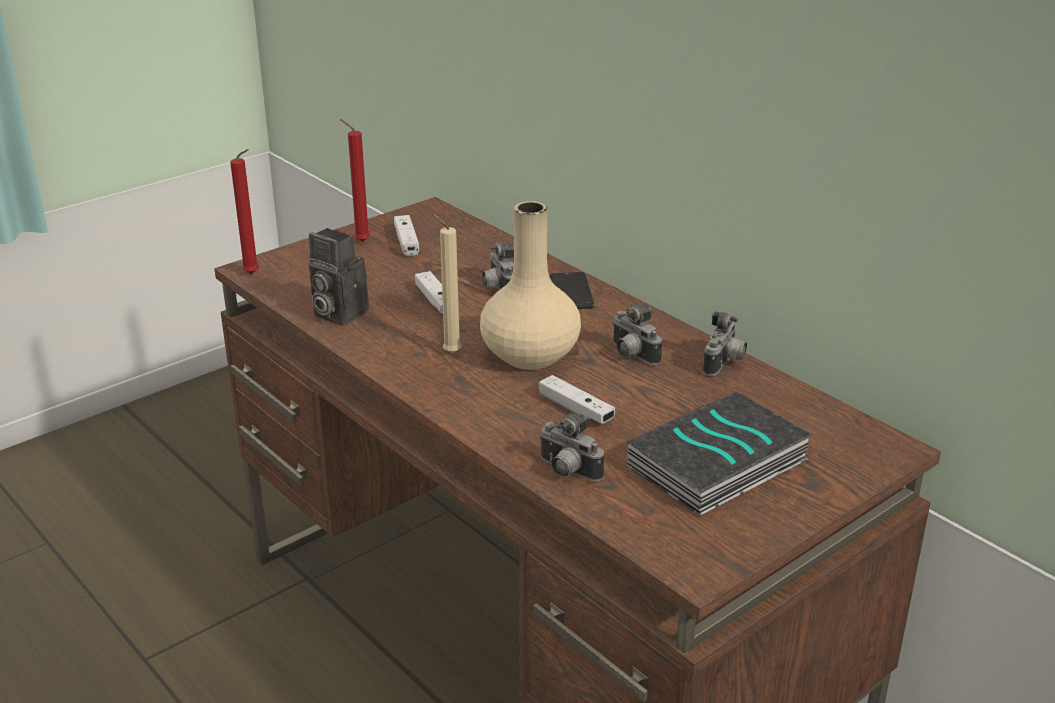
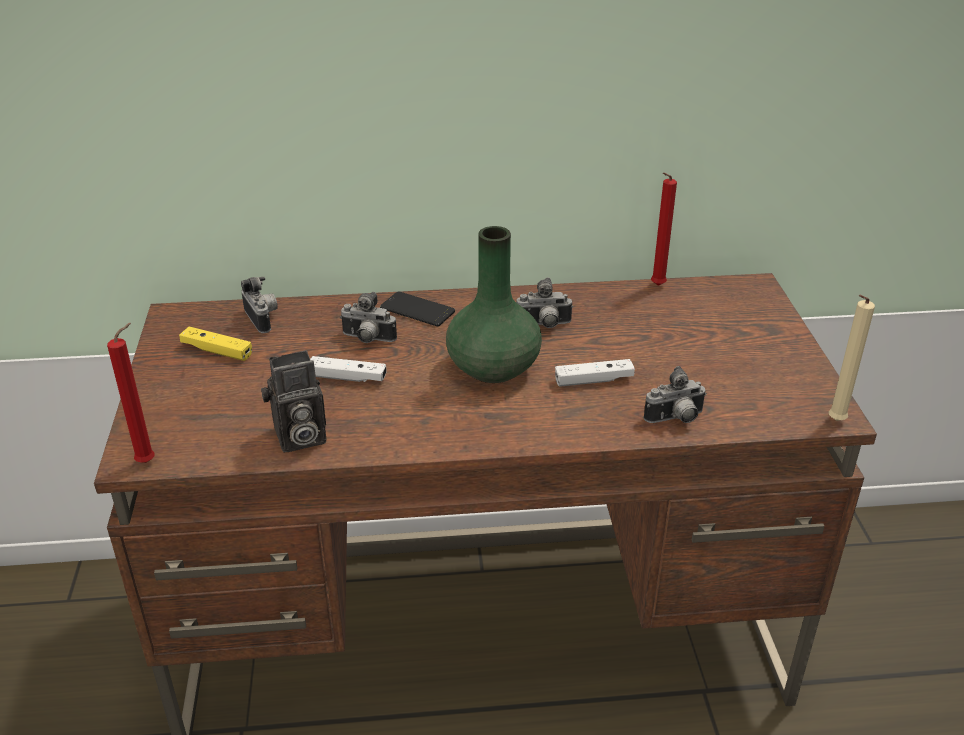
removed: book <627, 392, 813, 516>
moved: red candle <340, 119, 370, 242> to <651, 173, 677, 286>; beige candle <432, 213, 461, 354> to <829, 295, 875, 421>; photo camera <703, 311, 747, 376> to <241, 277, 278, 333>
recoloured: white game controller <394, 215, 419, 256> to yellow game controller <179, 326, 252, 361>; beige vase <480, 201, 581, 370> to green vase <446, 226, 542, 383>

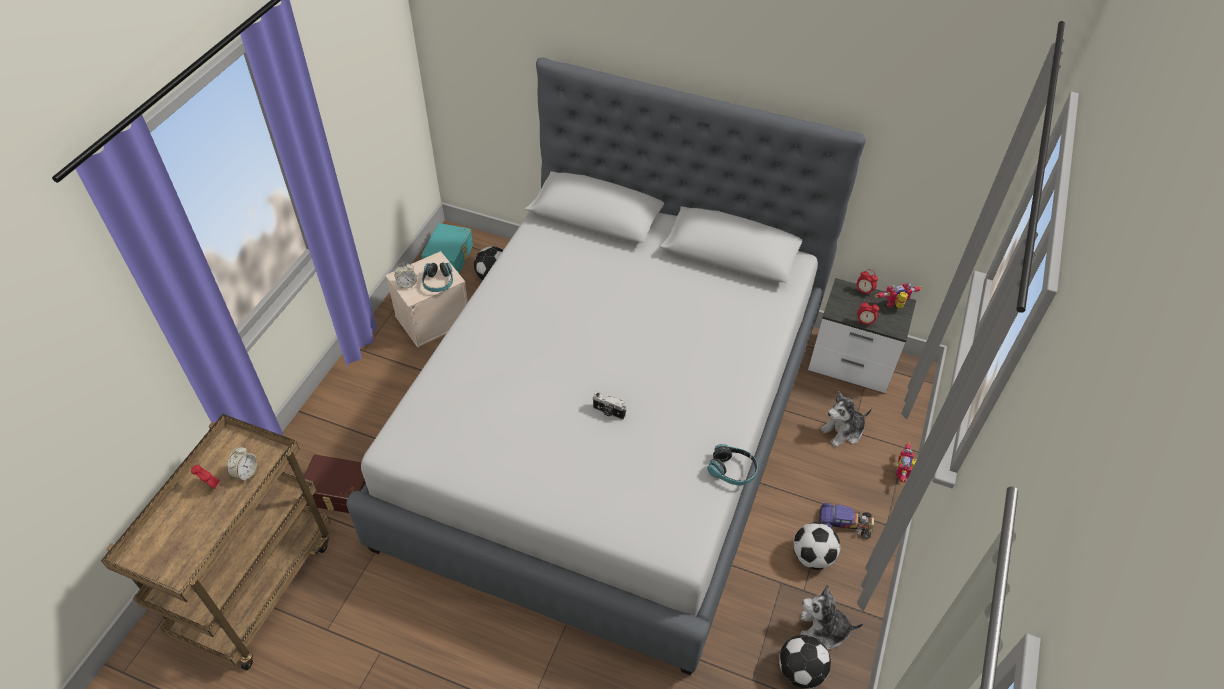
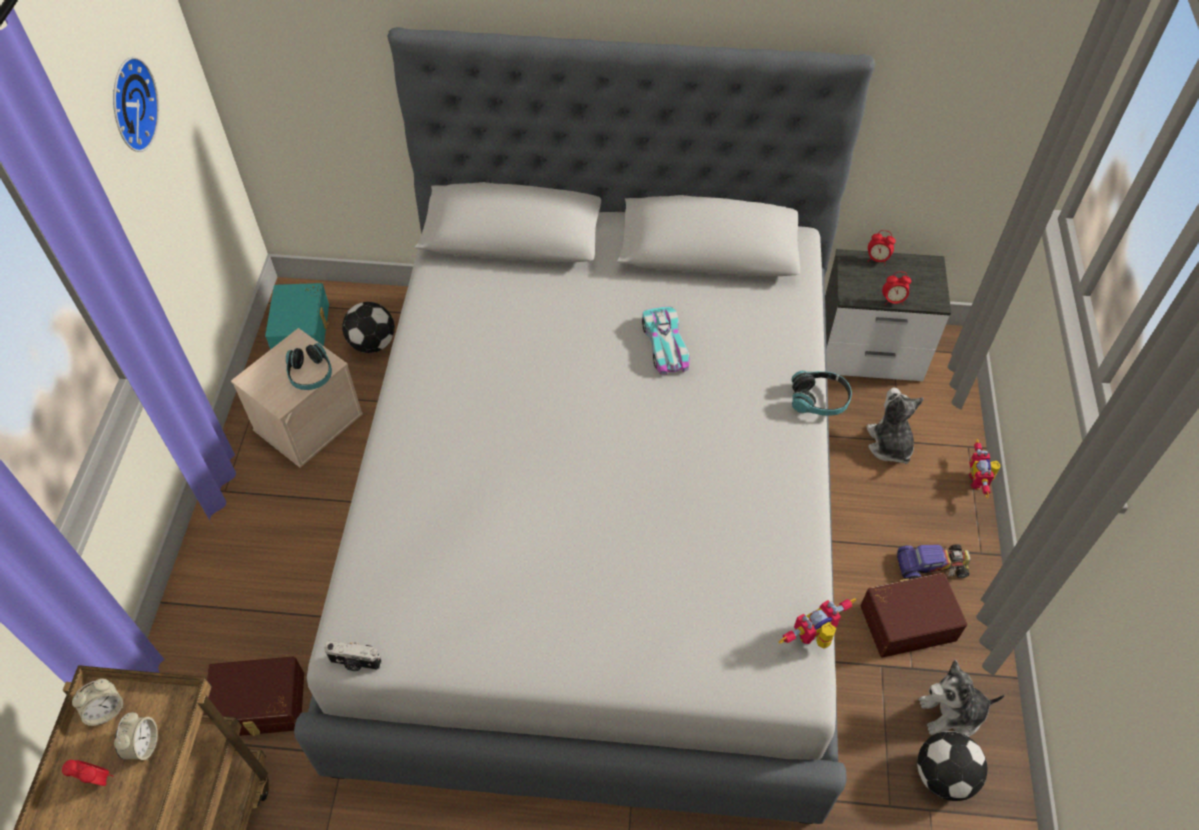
added: wall clock <113, 57, 159, 152>; toy car <642, 307, 690, 375>
moved: alarm clock <395, 263, 417, 289> to <72, 679, 123, 726>; photo camera <593, 392, 627, 420> to <324, 641, 382, 671>; headphones <707, 444, 758, 485> to <792, 371, 852, 416>; toy robot <874, 282, 923, 309> to <778, 598, 857, 649>
replaced: football <793, 522, 840, 570> to brown storage box <860, 573, 967, 657>
turned: plush toy <820, 391, 872, 447> = <866, 388, 924, 464> 120 degrees clockwise

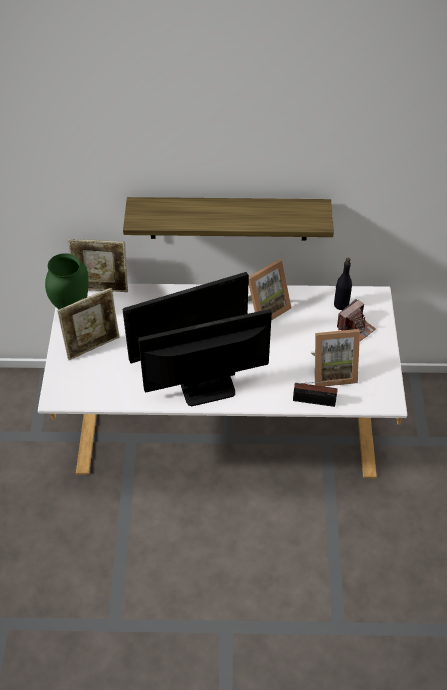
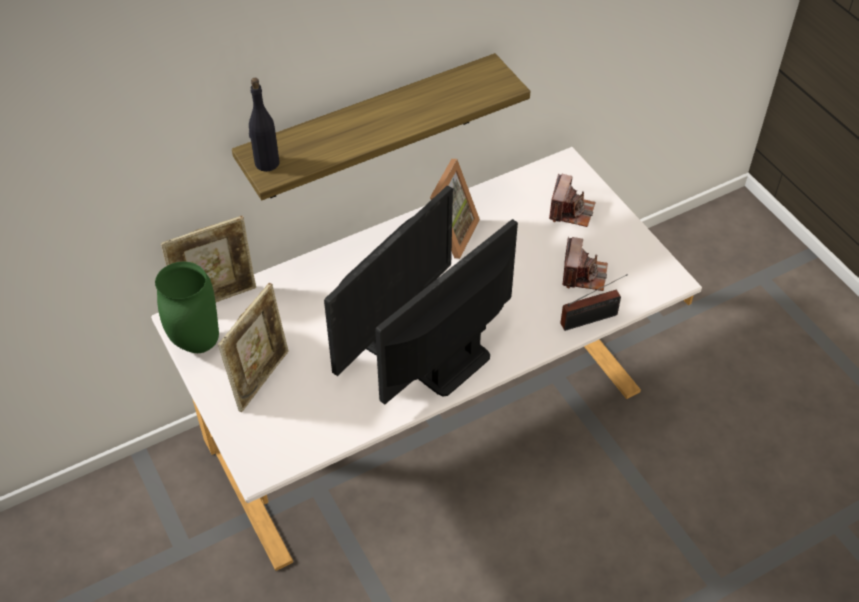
moved: black bottle <334, 258, 352, 310> to <249, 78, 280, 172>
replaced: picture frame <311, 329, 360, 387> to photo camera <562, 237, 608, 291>

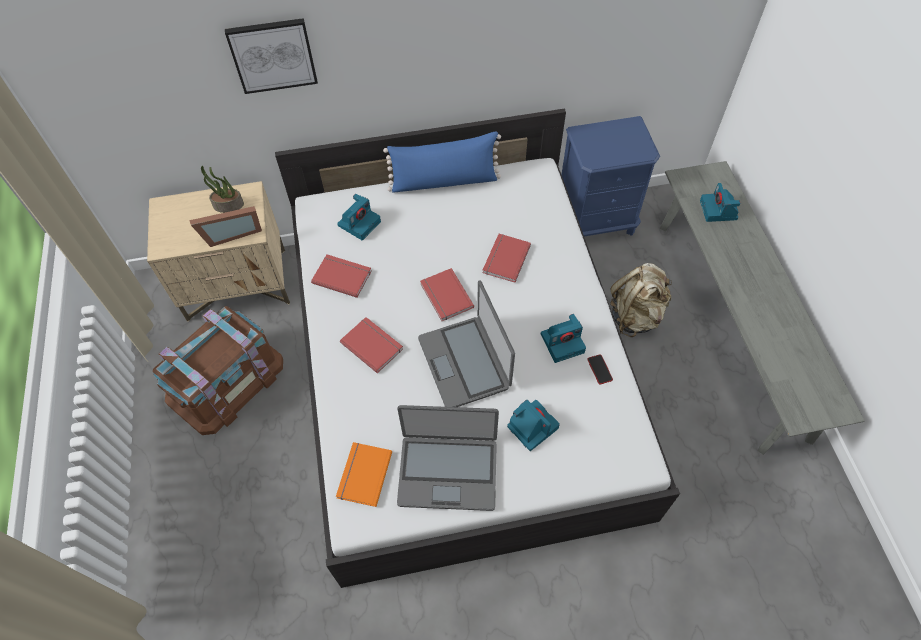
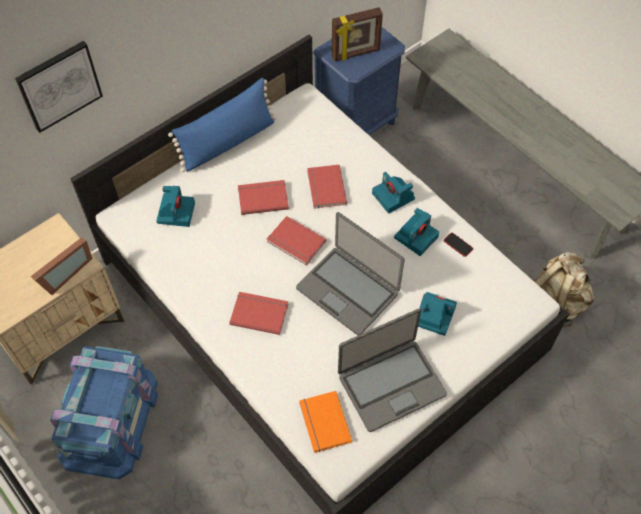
removed: potted plant <201, 166, 244, 213>
added: picture frame <332, 7, 383, 61>
moved: red book <311, 254, 371, 298> to <238, 180, 289, 215>; beige backpack <610, 263, 672, 337> to <534, 252, 594, 327>; photo camera <700, 183, 741, 222> to <372, 172, 415, 213>
recoloured: brown storage box <153, 306, 283, 435> to blue storage box <50, 346, 158, 479>

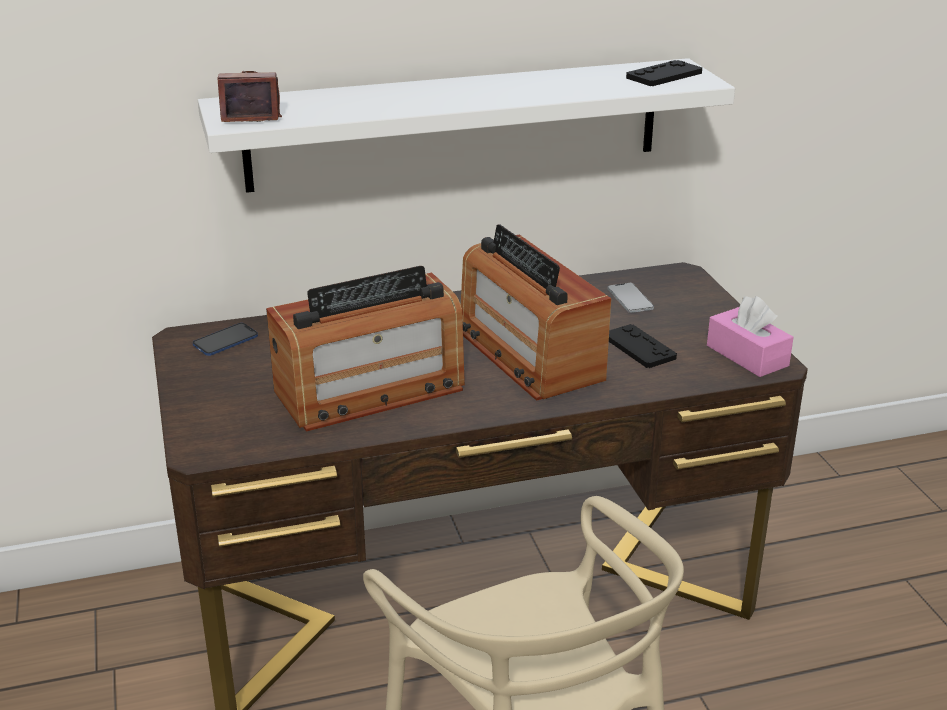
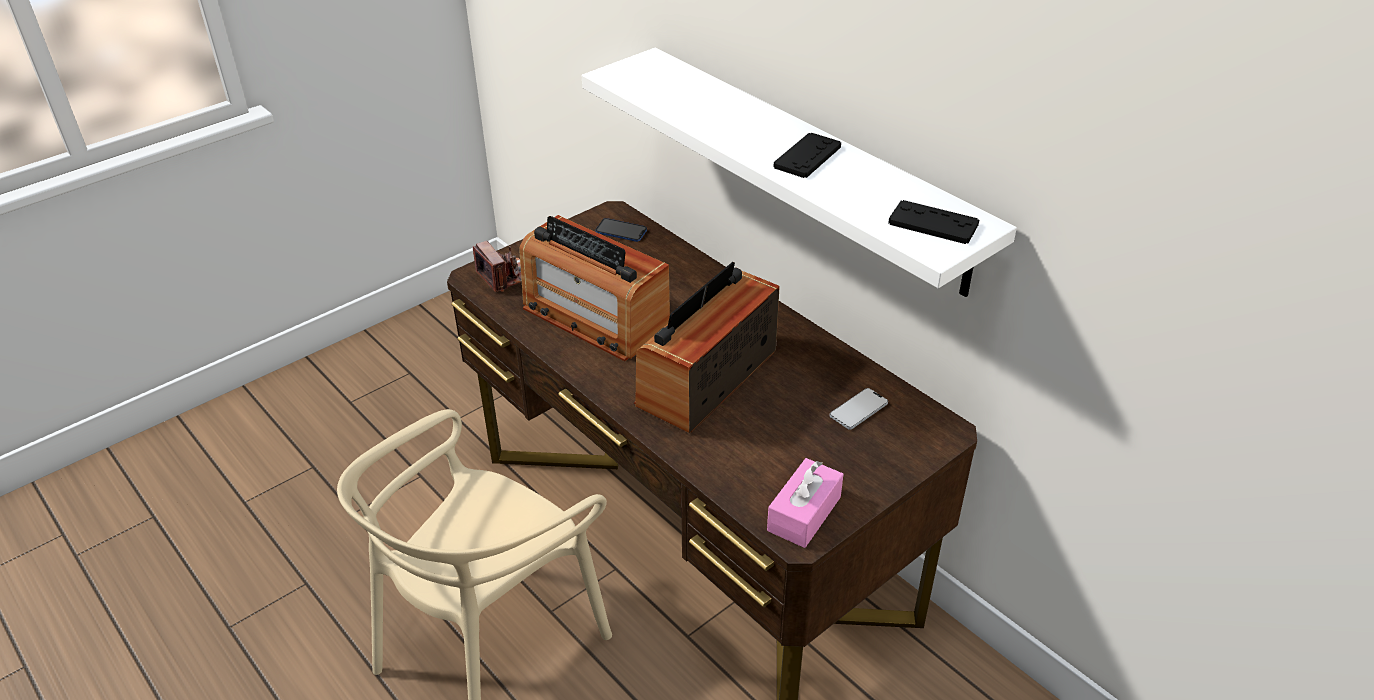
moved: photo camera <218, 71, 282, 122> to <473, 241, 522, 292>; black game controller <609, 324, 677, 368> to <773, 133, 841, 178>

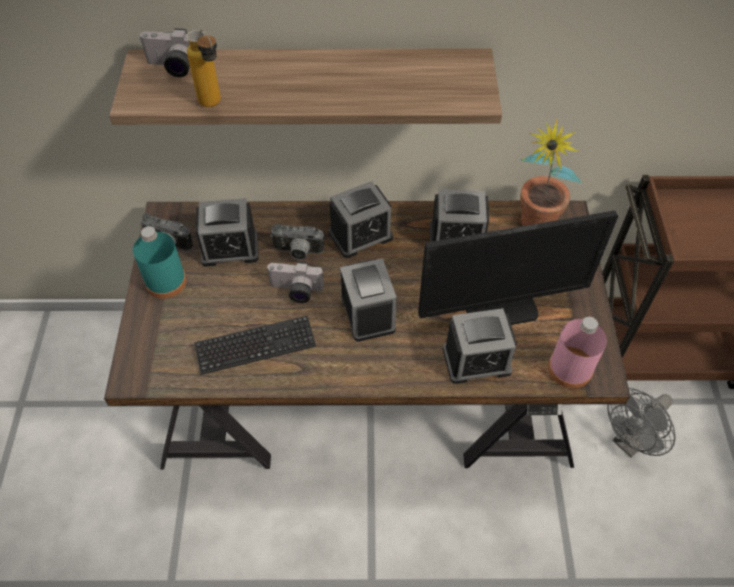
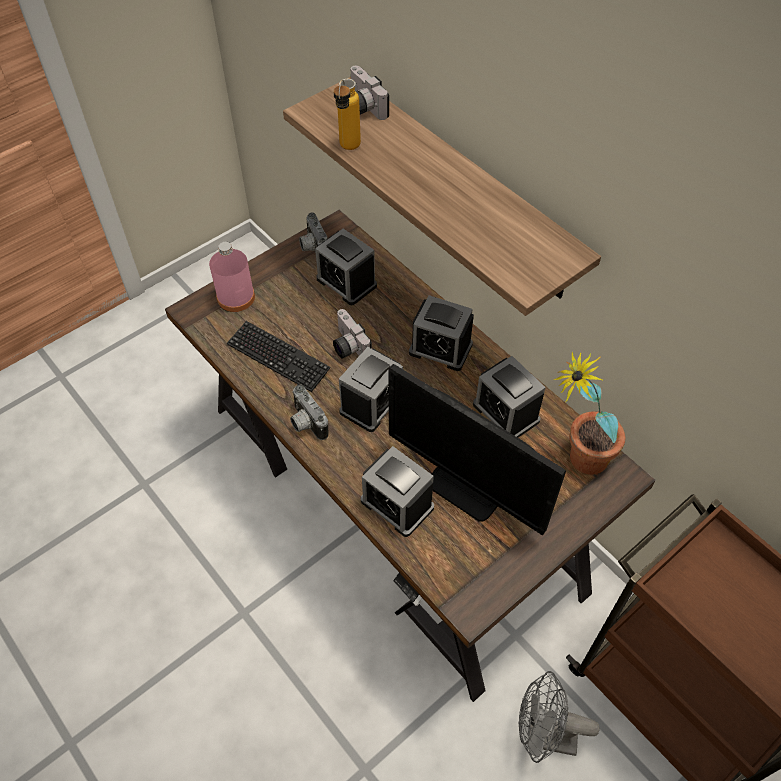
removed: turquoise bottle <133, 226, 187, 299>
moved: photo camera <270, 223, 324, 260> to <290, 385, 328, 440>; pink bottle <548, 317, 607, 389> to <209, 242, 255, 312>

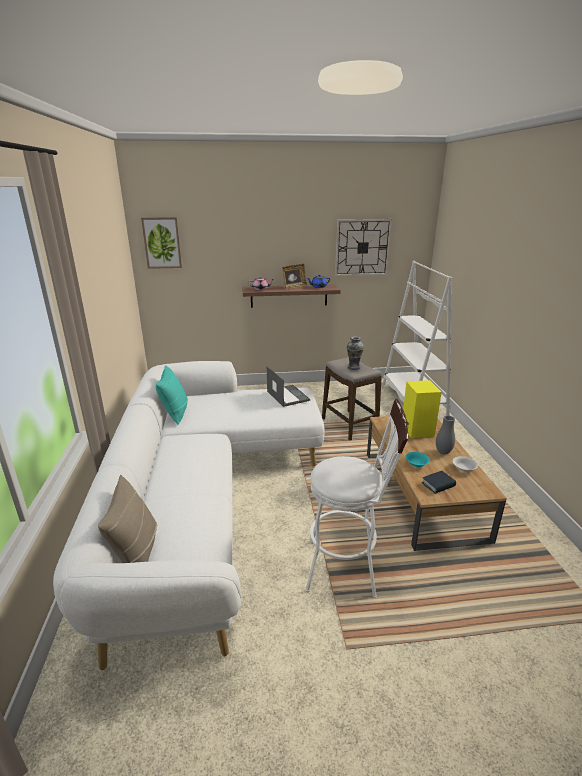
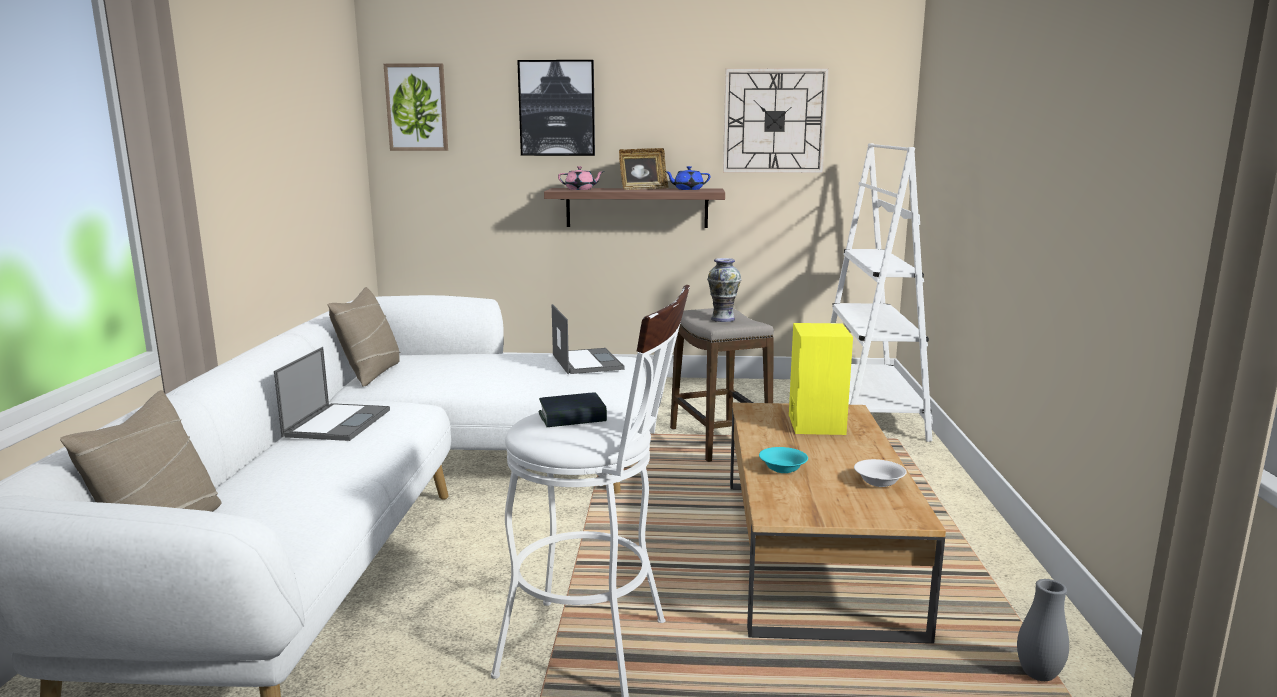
added: laptop <274, 347, 390, 441>; picture <517, 60, 595, 156>
moved: book <421, 471, 456, 494> to <538, 392, 607, 427>; grey vase <436, 416, 455, 454> to <1017, 579, 1069, 681>
recoloured: turquoise pillow <156, 365, 188, 425> to beige pillow <328, 287, 400, 387>

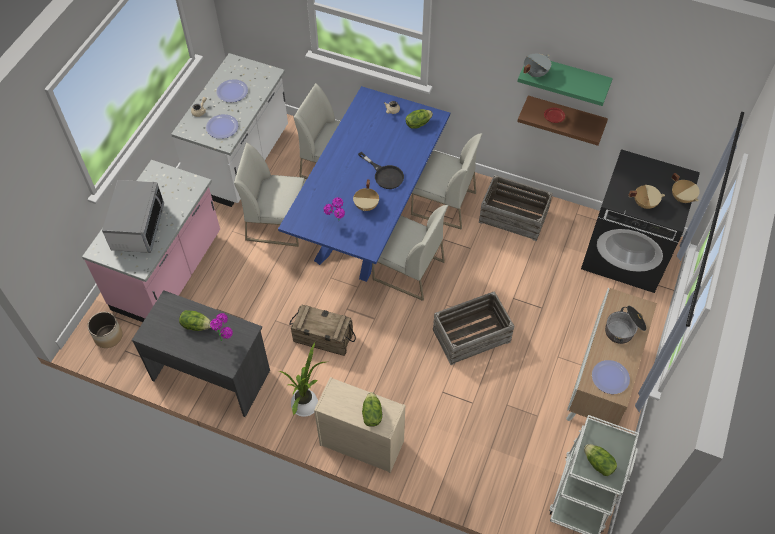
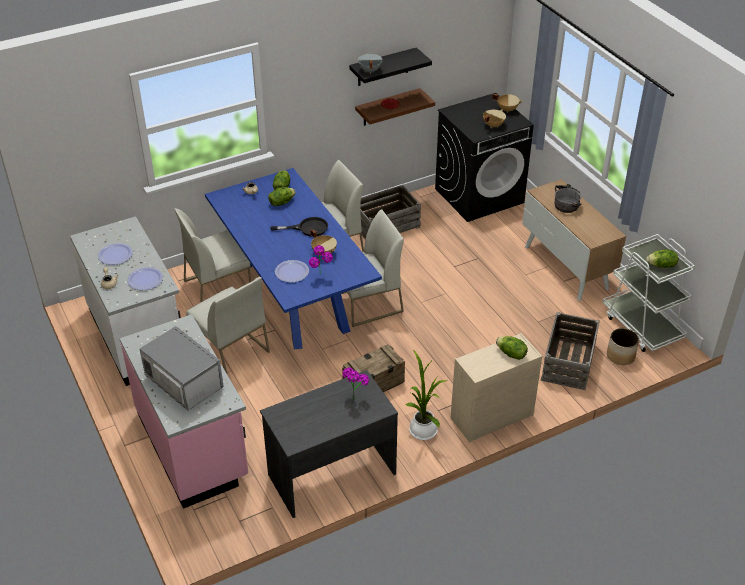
moved: planter <87, 312, 123, 348> to <607, 328, 639, 365>; lettuce <179, 310, 211, 331> to <268, 187, 296, 206>; crate <432, 291, 514, 365> to <540, 312, 600, 390>; plate <592, 360, 630, 394> to <275, 260, 309, 283>
recoloured: green shelf <517, 61, 613, 106> to black shelf <349, 47, 432, 86>
turned: white chair <234, 143, 306, 247> = <186, 277, 270, 373> 90 degrees counterclockwise

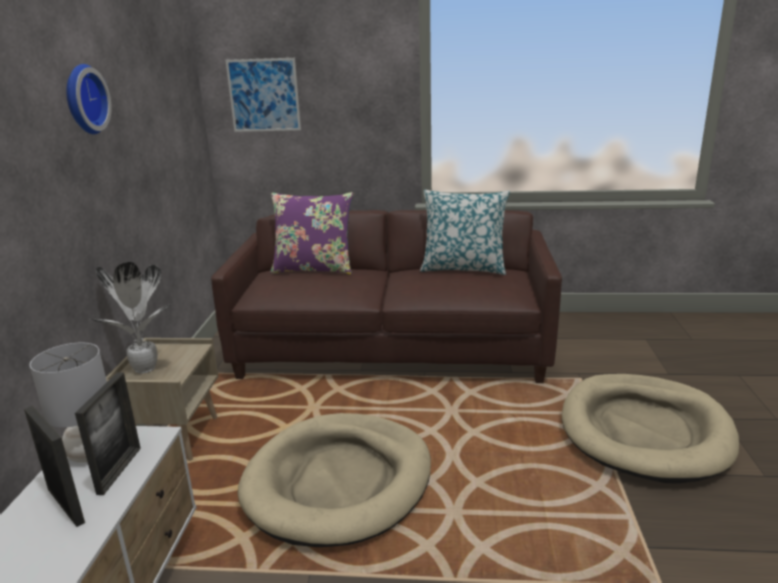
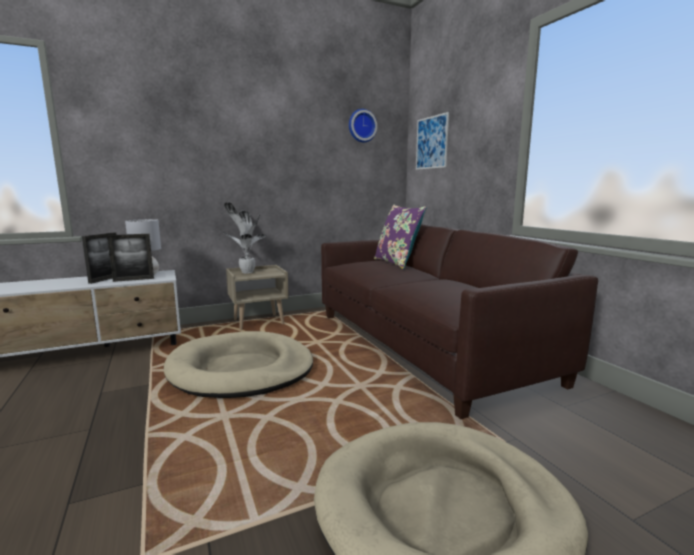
removed: pillow <420, 190, 510, 275>
moved: wall clock <66, 64, 112, 134> to <349, 109, 377, 142>

